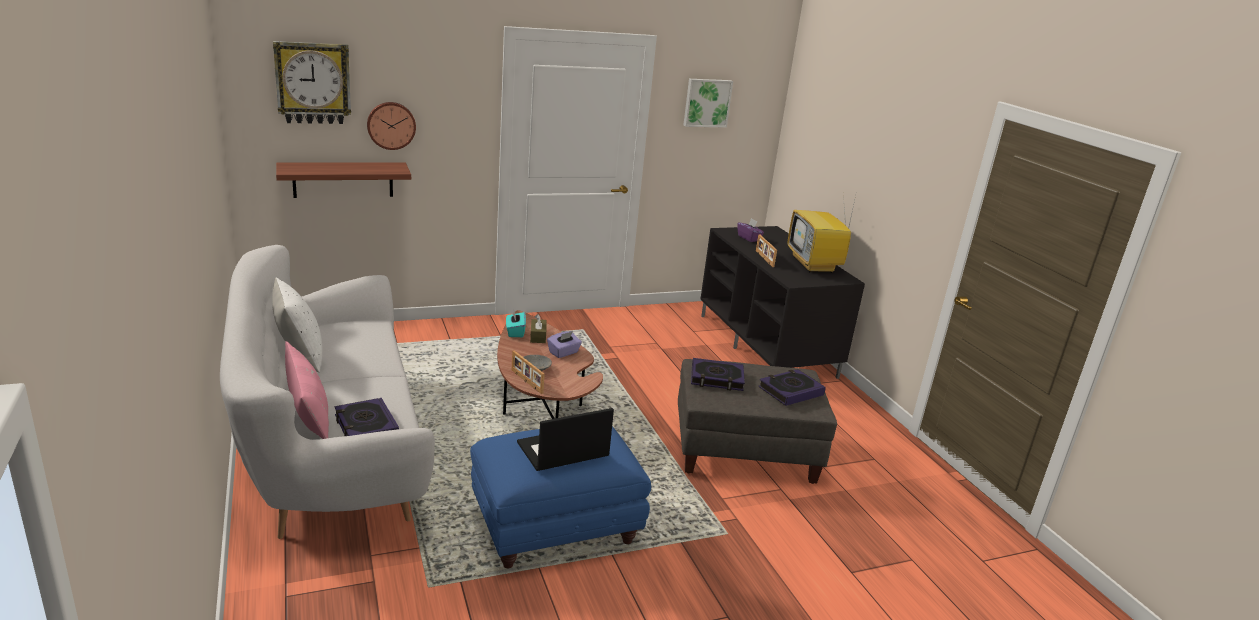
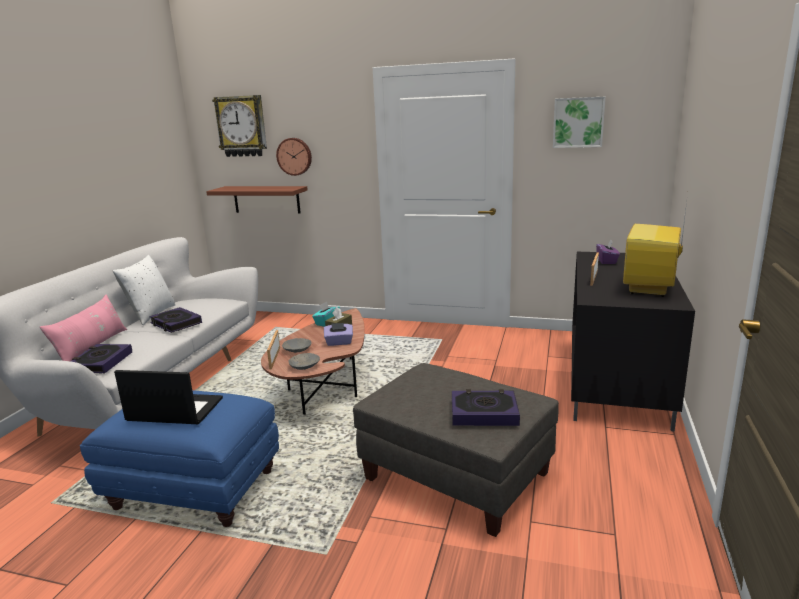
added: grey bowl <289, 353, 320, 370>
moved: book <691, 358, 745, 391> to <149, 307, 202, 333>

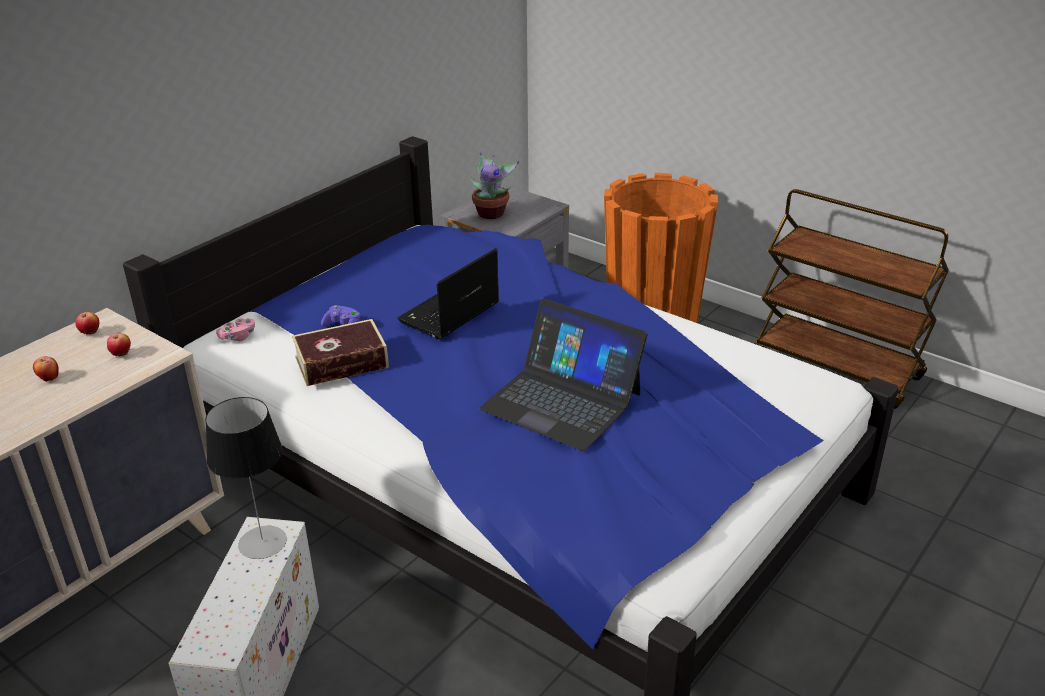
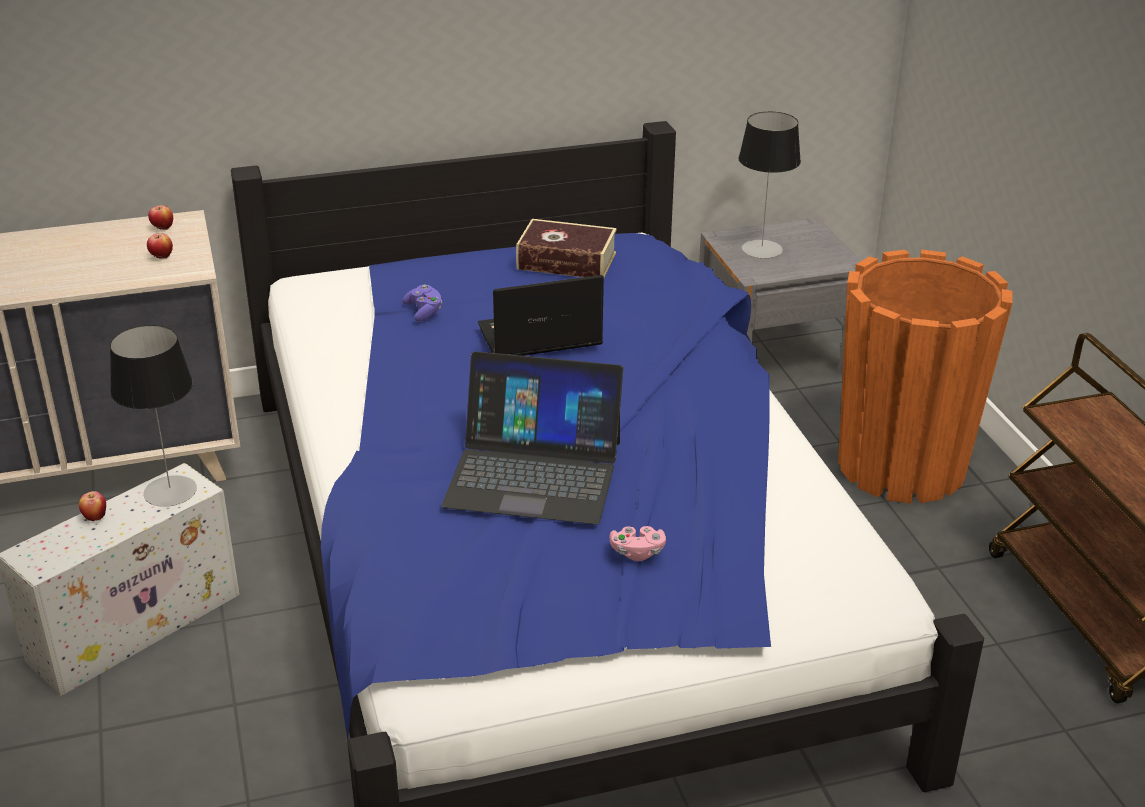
moved: apple <33, 356, 59, 382> to <79, 491, 106, 521>; pink game controller <216, 318, 255, 341> to <609, 526, 666, 561>; book <292, 319, 389, 386> to <516, 219, 617, 277>
replaced: potted plant <470, 152, 519, 219> to table lamp <738, 112, 801, 258>
turned: laptop <479, 299, 648, 451> = <441, 351, 623, 525> 60 degrees counterclockwise

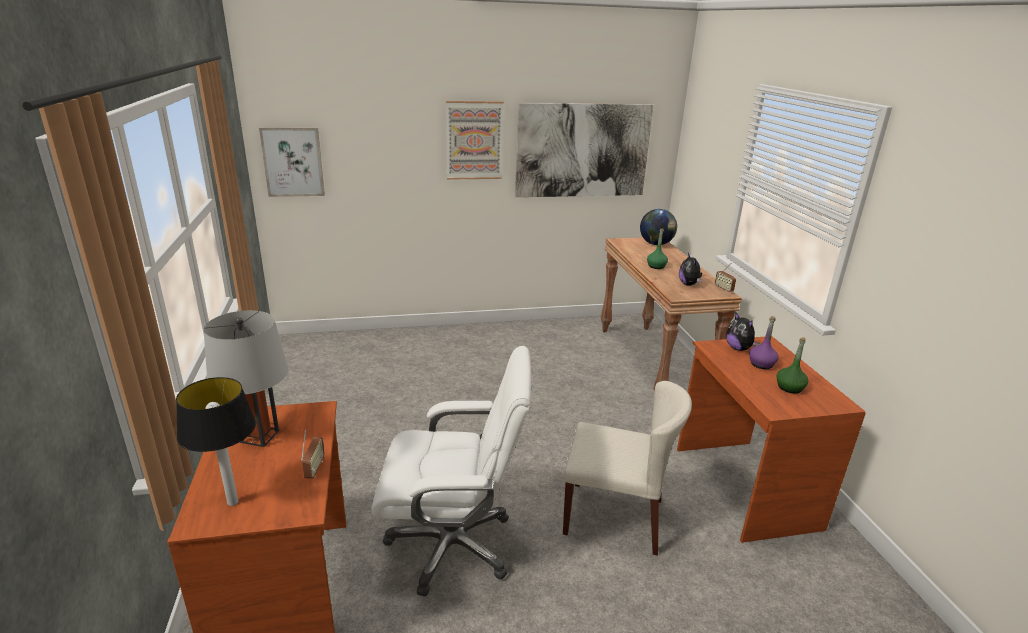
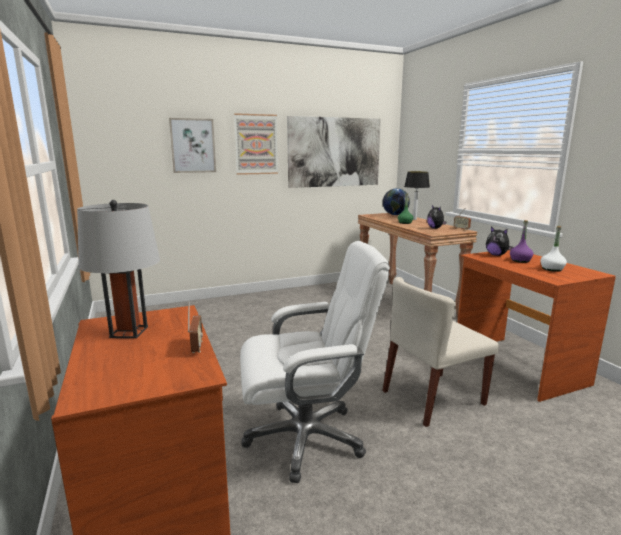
moved: table lamp <176, 377, 256, 506> to <404, 171, 430, 220>; picture <259, 127, 325, 197> to <169, 118, 216, 173>
recoloured: green bottle <777, 337, 808, 394> to white bottle <540, 226, 567, 272>
turned: beige chair <563, 381, 692, 556> = <382, 277, 499, 427> 150 degrees clockwise

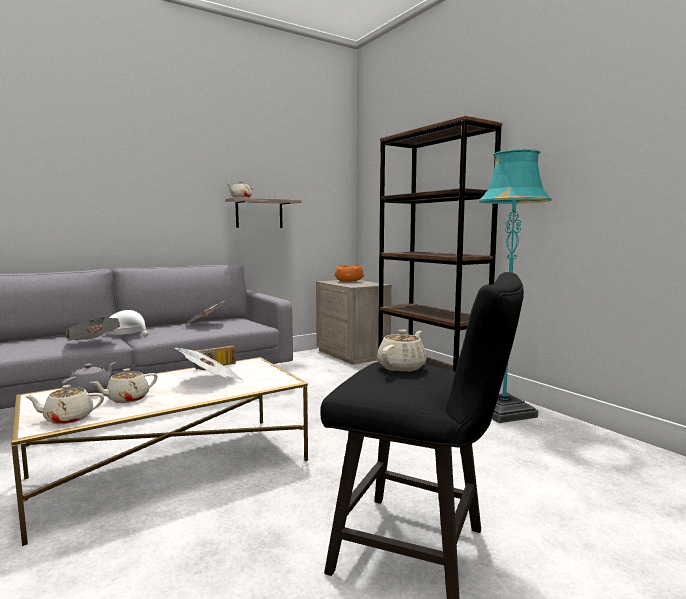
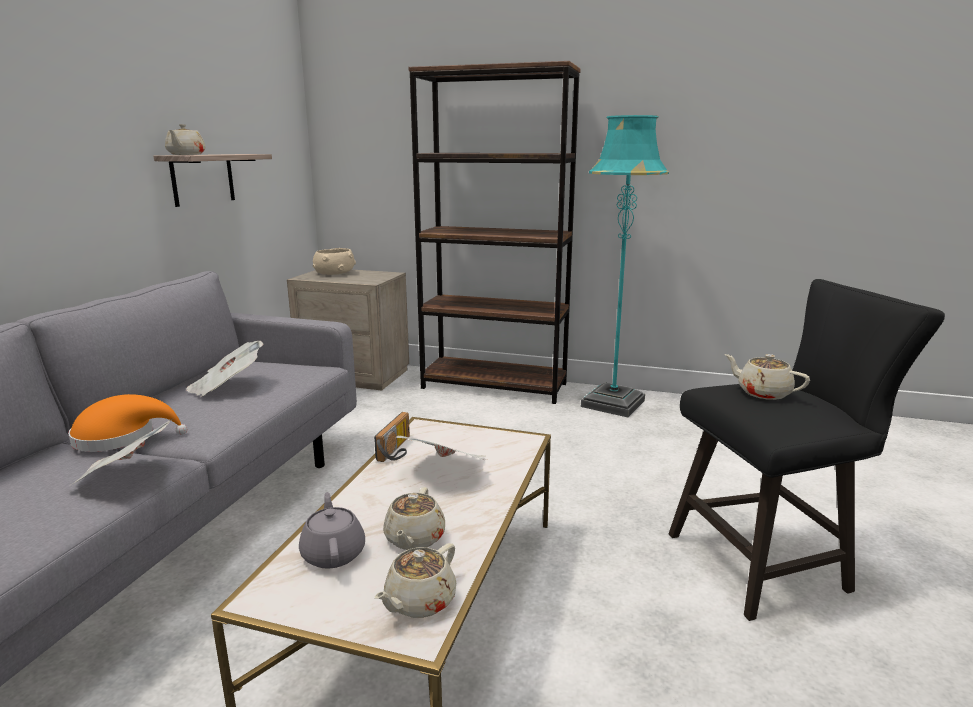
recoloured: white hat <104, 310, 149, 337> to orange hat <68, 394, 187, 452>; orange bowl <334, 265, 364, 282> to beige bowl <313, 248, 356, 275>
turned: beige teapot <377, 330, 427, 372> = <724, 354, 810, 400> 45 degrees counterclockwise

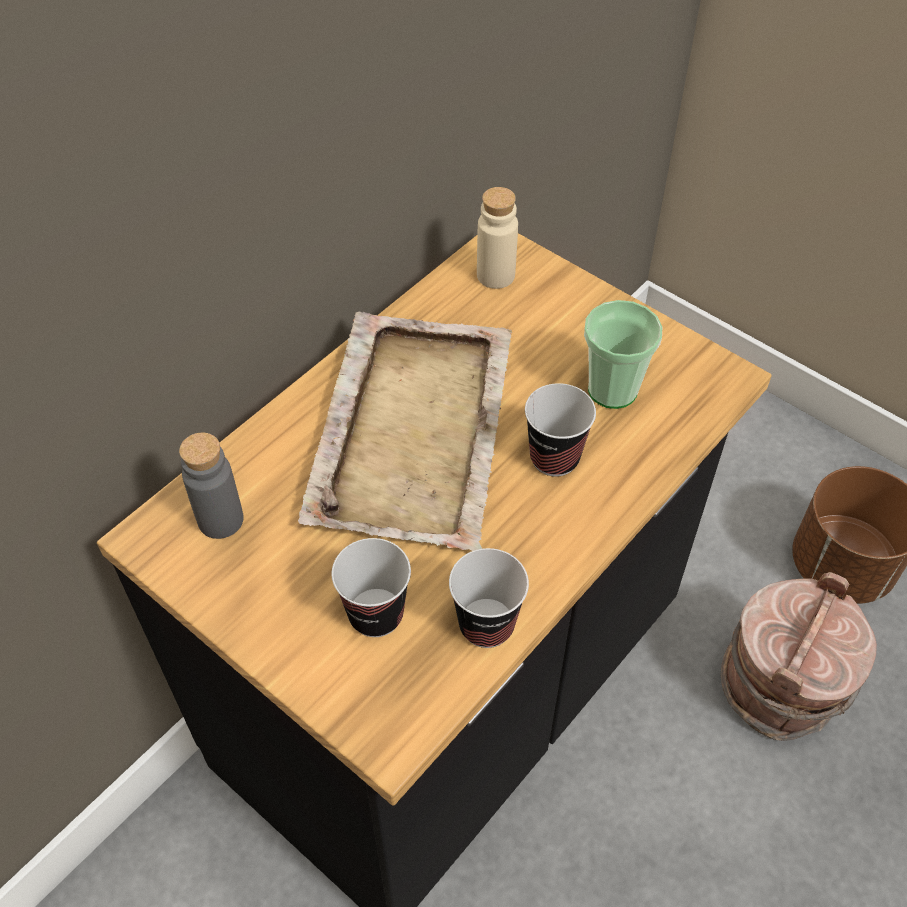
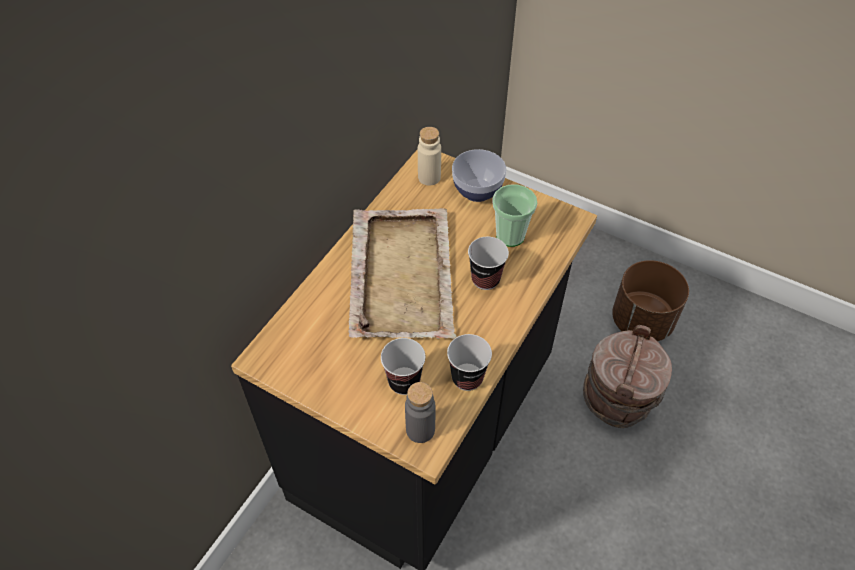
added: bowl <452, 149, 507, 202>
moved: grey bottle <179, 432, 244, 539> to <405, 382, 436, 443>

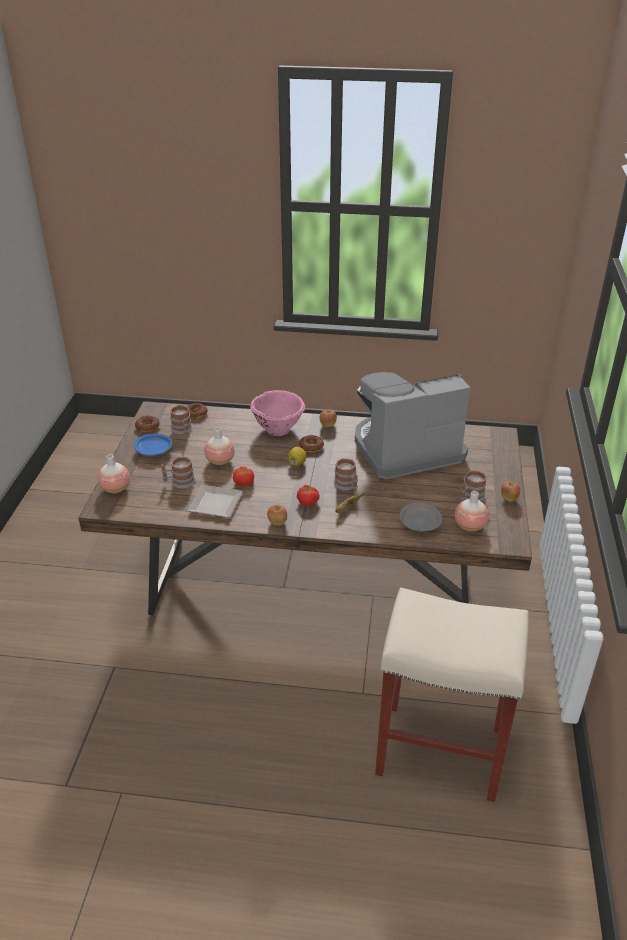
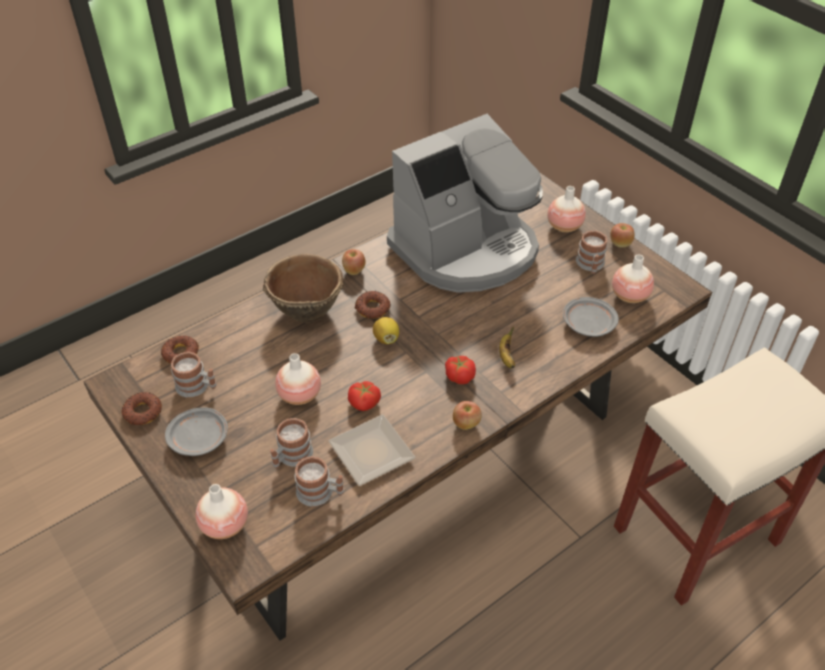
added: vase <547, 186, 586, 233>
moved: mug <334, 458, 358, 491> to <295, 456, 344, 506>
recoloured: blue plate <134, 434, 172, 456> to grey plate <165, 407, 228, 456>; pink bowl <250, 390, 305, 436> to brown bowl <263, 254, 344, 323>
turned: coffee machine <355, 372, 470, 479> = <387, 114, 543, 293> 150 degrees counterclockwise

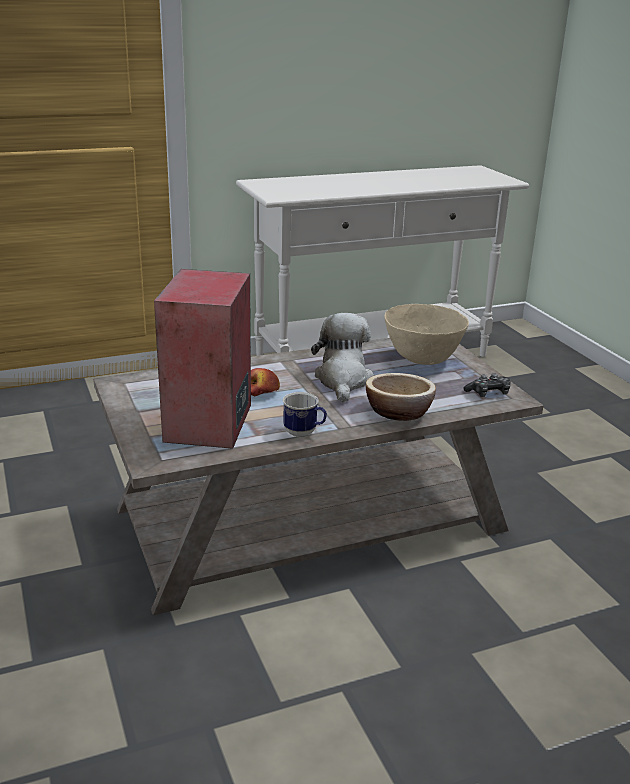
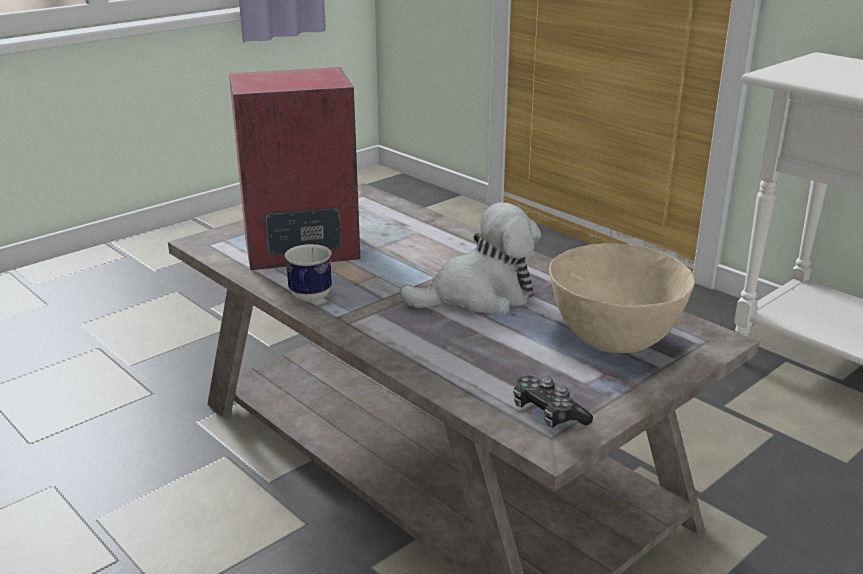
removed: apple <251, 368, 280, 396>; bowl <366, 373, 436, 421>

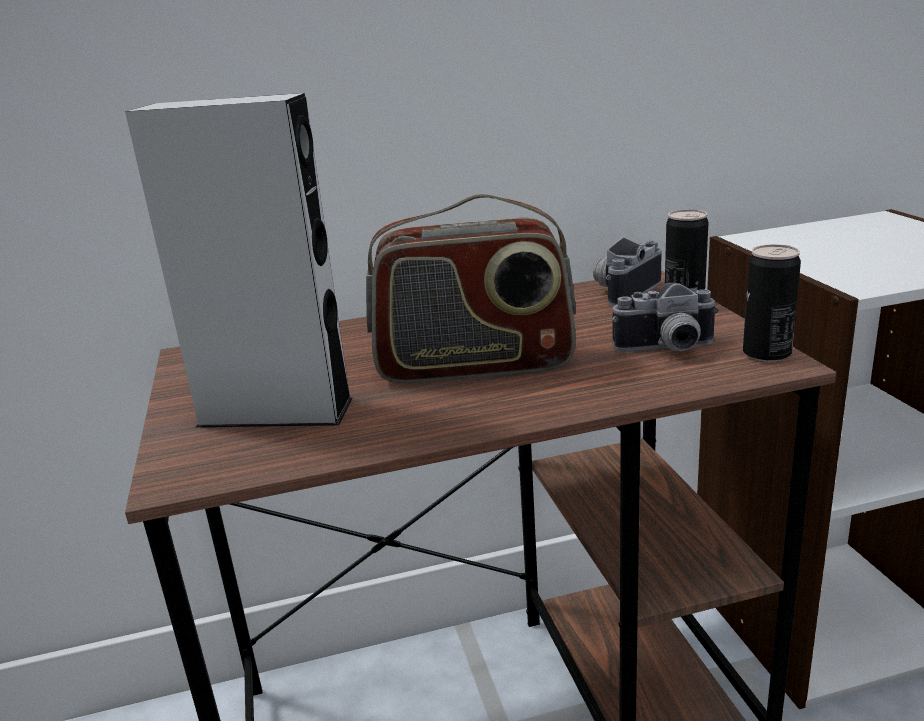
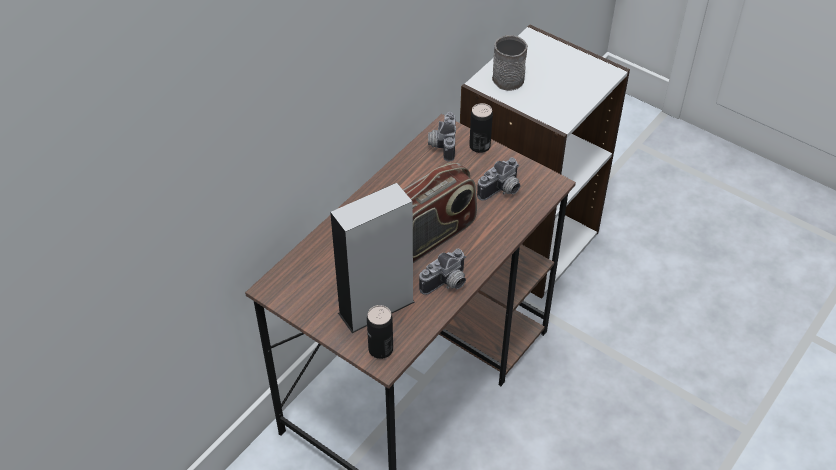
added: photo camera <419, 249, 466, 295>; grey mug <492, 35, 528, 91>
moved: can <743, 244, 801, 362> to <367, 305, 393, 359>

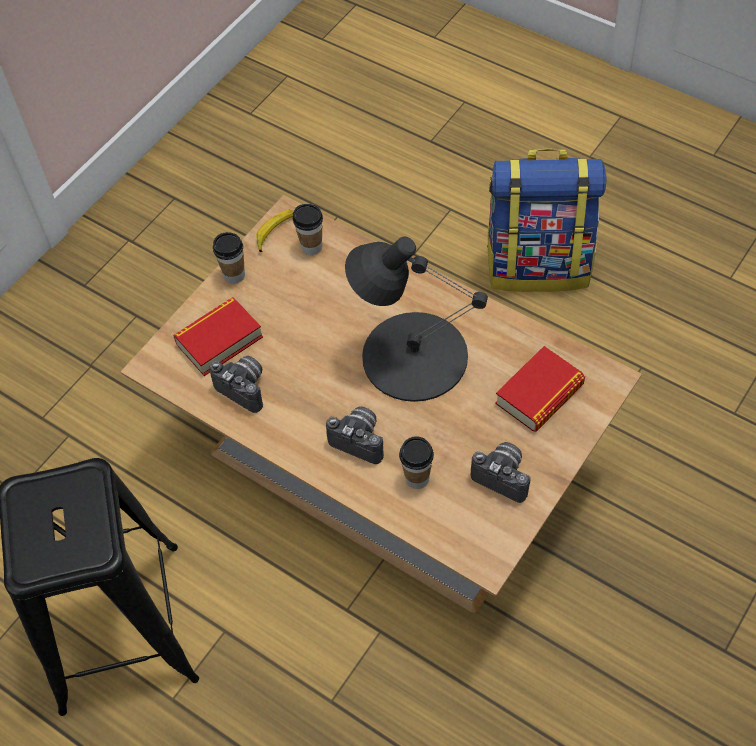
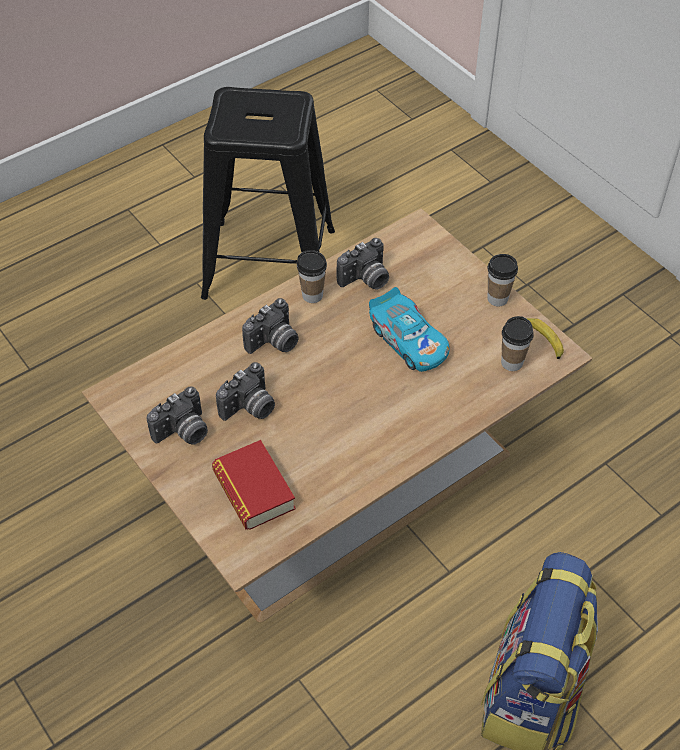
removed: book <173, 297, 263, 376>; black table lamp <345, 237, 488, 402>
added: photo camera <216, 362, 275, 421>; toy car <369, 287, 450, 372>
moved: cup <399, 436, 434, 489> to <297, 250, 327, 303>

